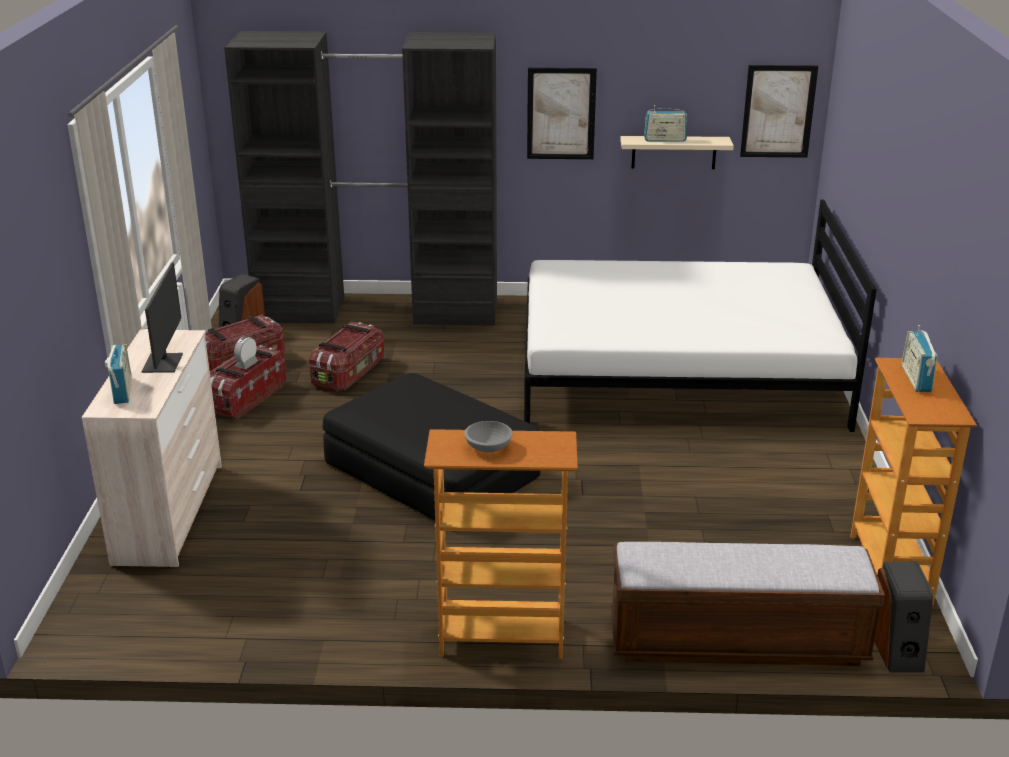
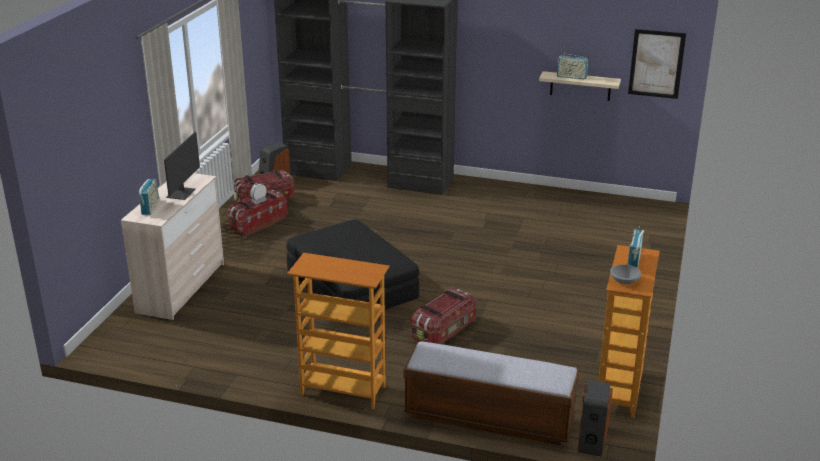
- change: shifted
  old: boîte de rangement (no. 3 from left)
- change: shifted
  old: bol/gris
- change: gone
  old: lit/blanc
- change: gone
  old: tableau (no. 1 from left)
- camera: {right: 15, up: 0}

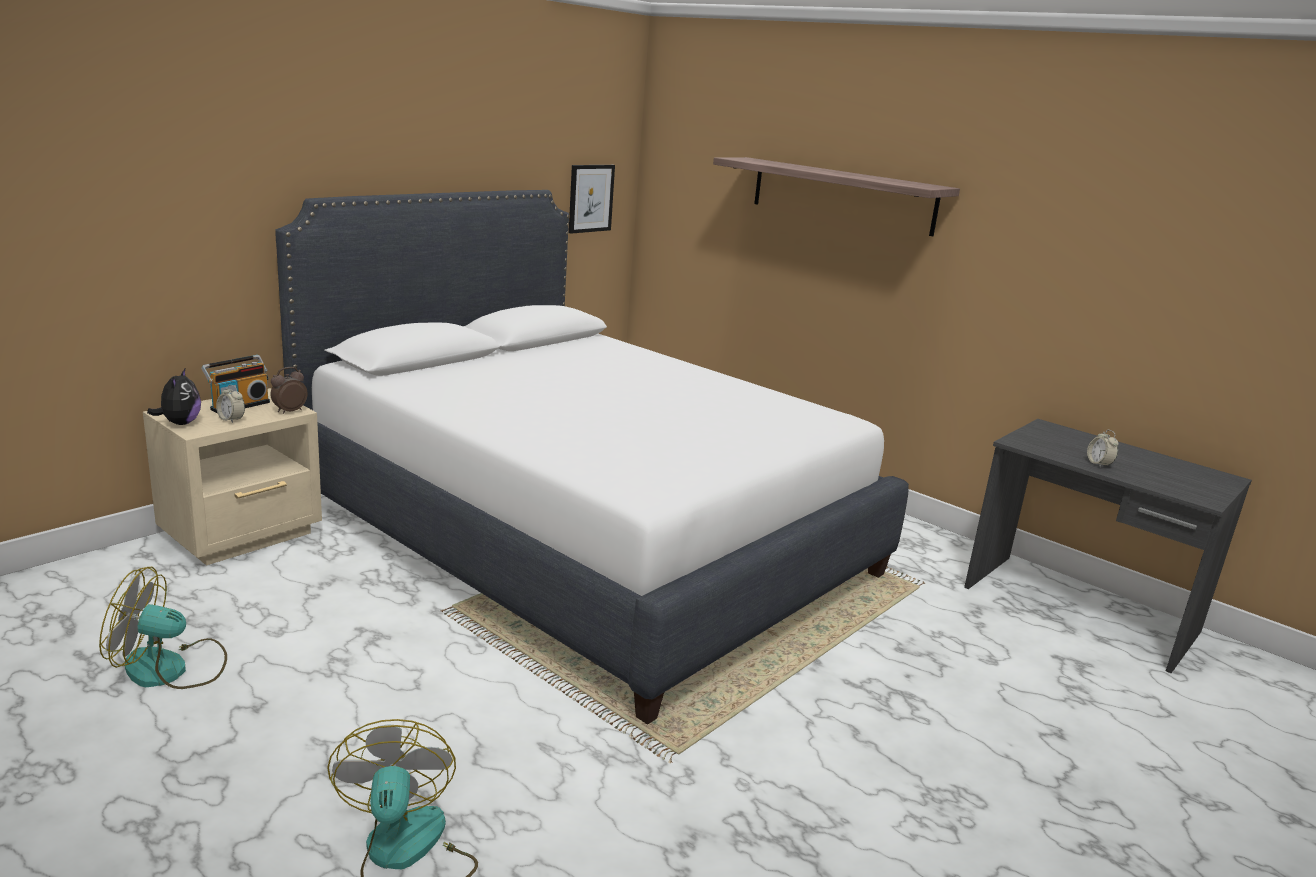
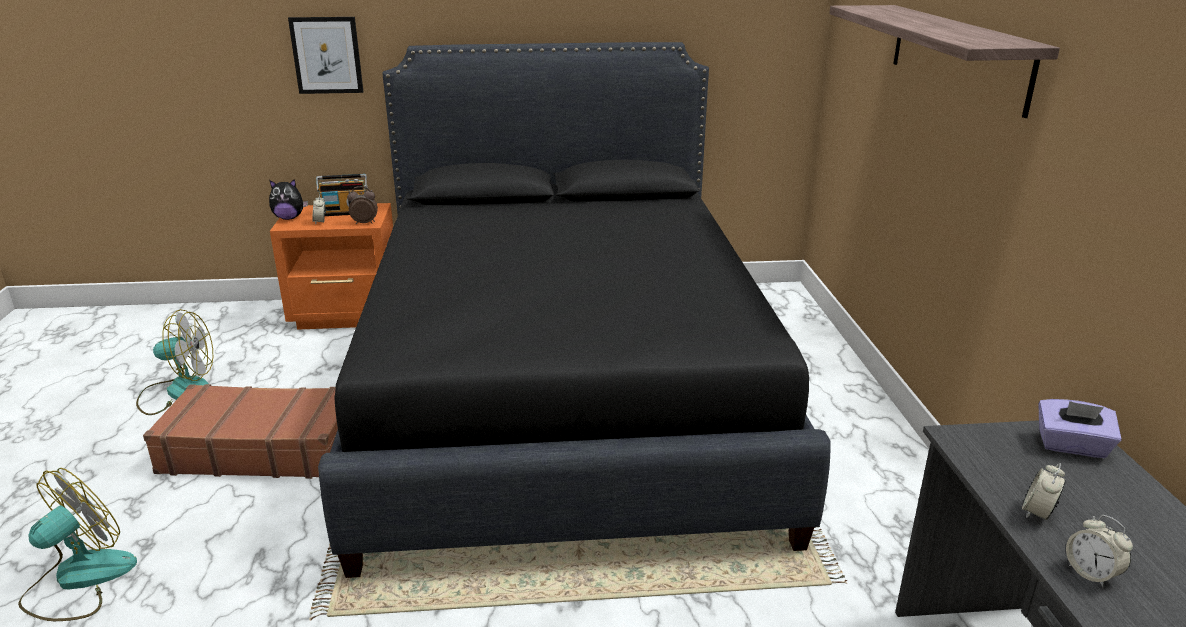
- change: rotated
  old: ventilateur (no. 1 from left in the first image)
  degrees: 135
- change: repainted
  old: table de chevet/beige
  new: table de chevet/orange
- change: rotated
  old: peluche
  degrees: 45
- change: repainted
  old: lit/blanc
  new: lit/noir
- change: shifted
  old: tableau
- change: new
  new: valise/marron
- change: new
  new: boîte à mouchoirs/violet
- change: new
  new: réveil (no. 4 from left)
- camera: {right: 45, up: 5}

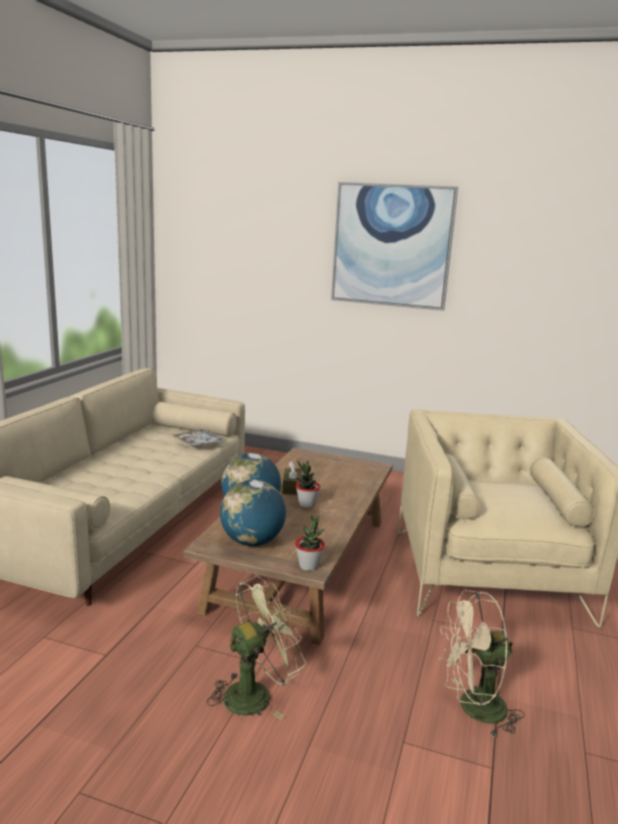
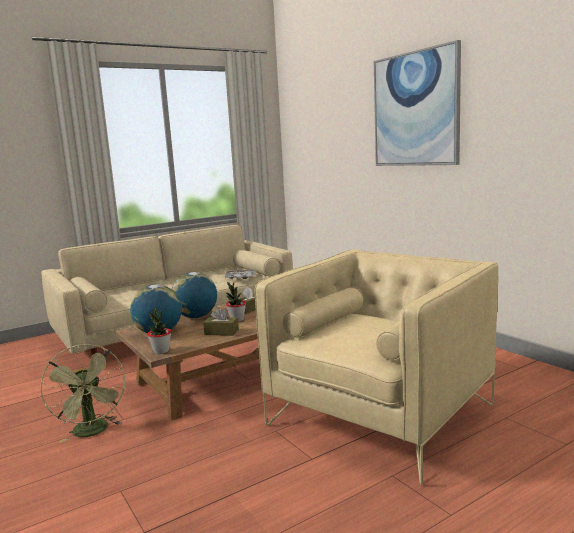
- change: rotated
  old: ventilateur/vert
  degrees: 60
- change: gone
  old: ventilateur/beige
- change: new
  new: boîte à mouchoirs/marron (no. 1 from left)
- camera: {right: 40, up: -5}

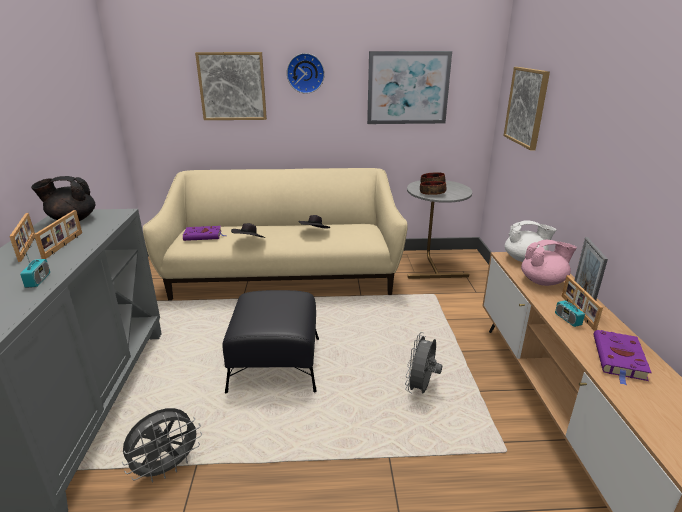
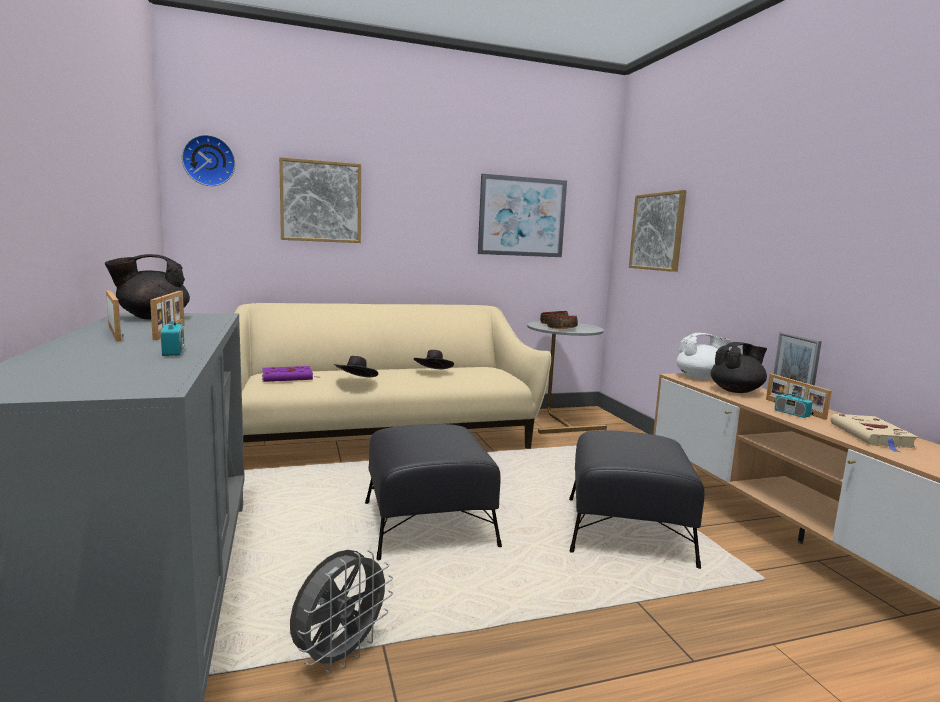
- change: shifted
  old: horloge murale
- change: swapped
  old: ventilateur/gris (no. 2 from left)
  new: pouf/noir (no. 2 from left)
- change: repainted
  old: théière/rose
  new: théière/noir (no. 2 from left)
- change: repainted
  old: livre/violet (no. 2 from left)
  new: livre/beige
- camera: {right: -15, up: -15}

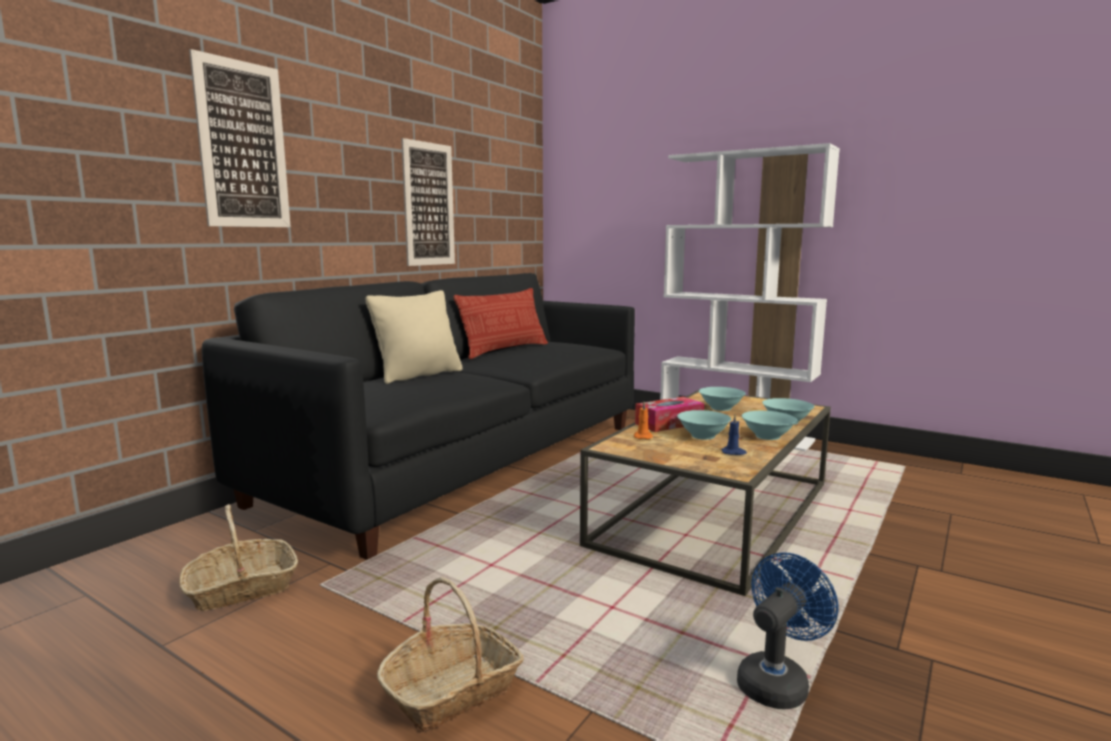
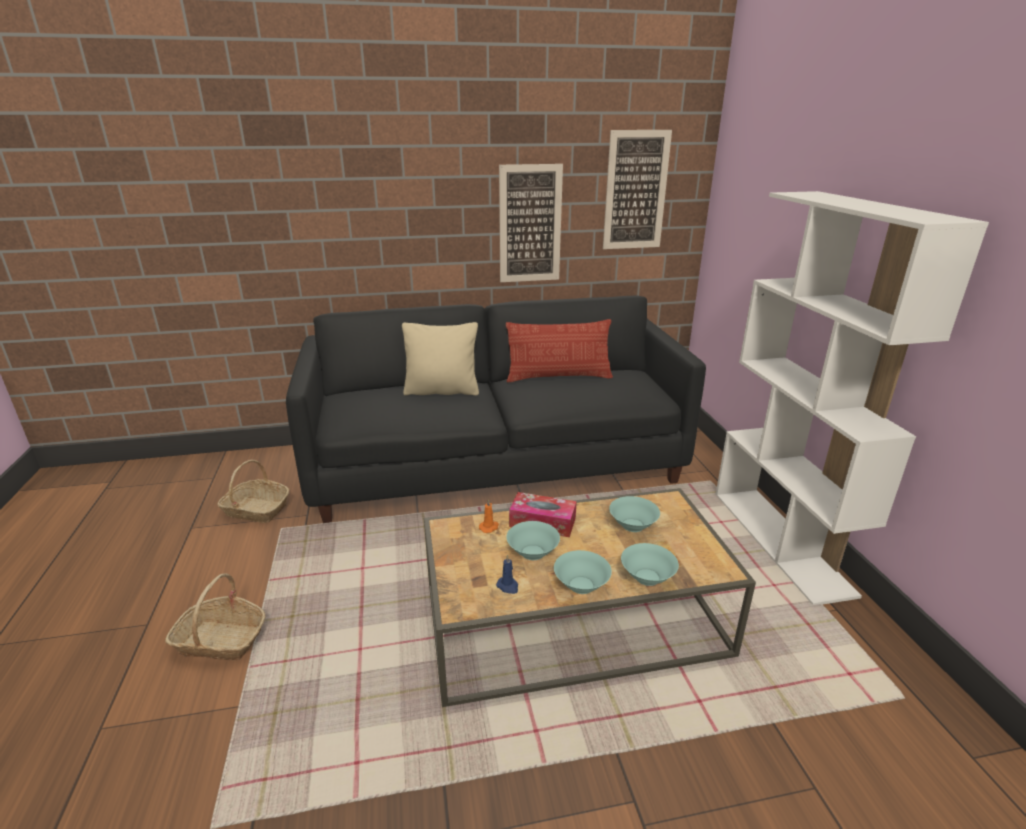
- change: shifted
  old: tableau (no. 1 from left in the first image)
  new: tableau (no. 2 from left)
- change: gone
  old: ventilateur/bleu
- camera: {right: 45, up: 15}

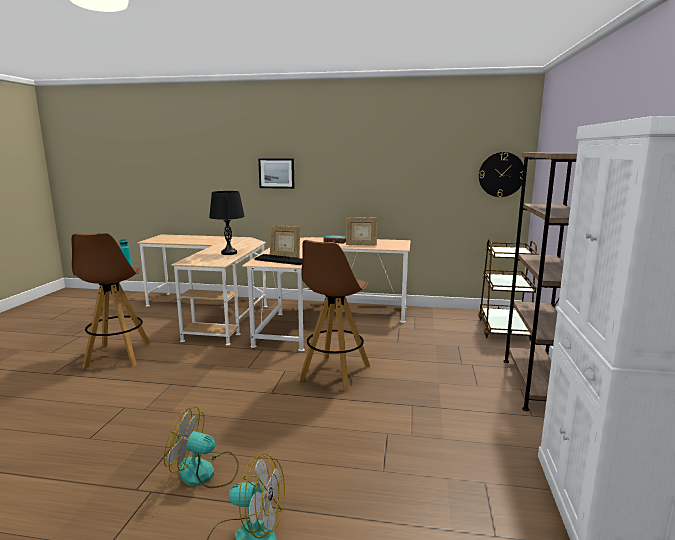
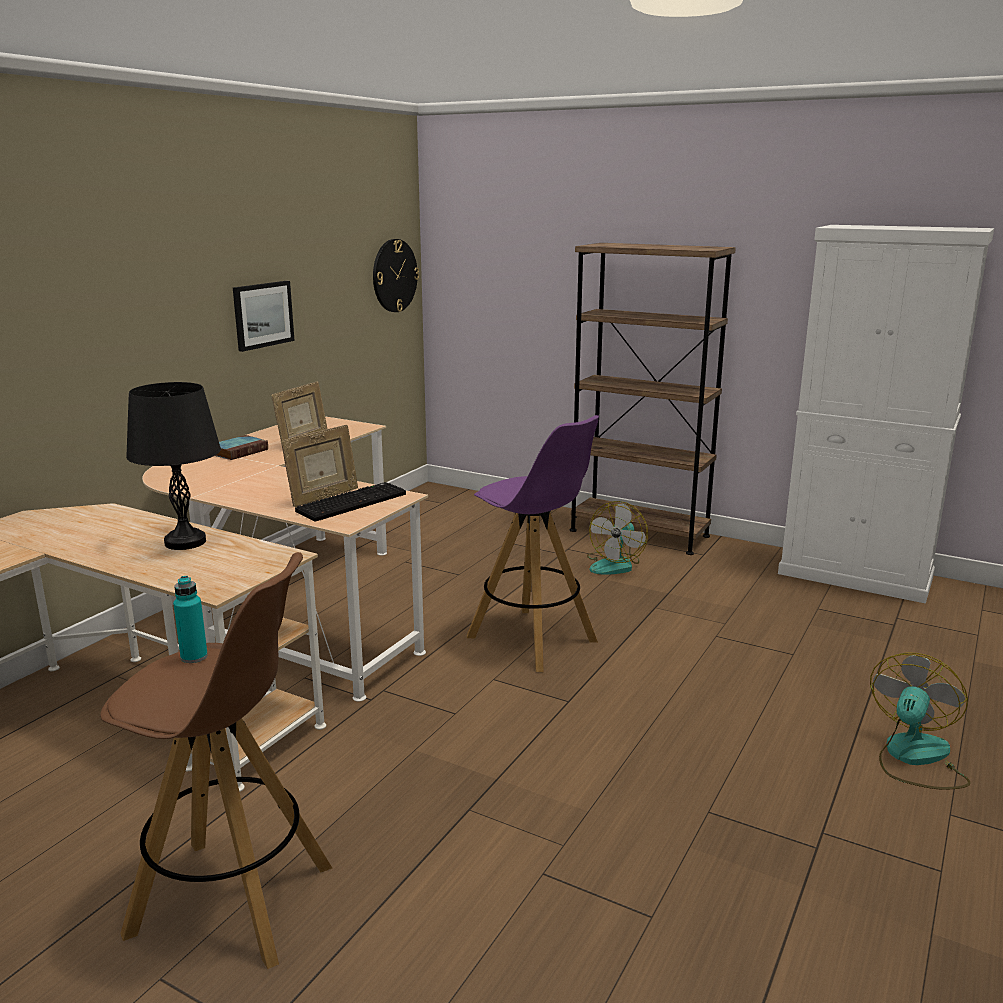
- change: shifted
  old: ventilateur (no. 1 from left)
- change: shifted
  old: tableau
- change: repainted
  old: tabouret/marron (no. 2 from left)
  new: tabouret/violet
- change: gone
  old: chariot/marron
- camera: {right: -70, up: 5}

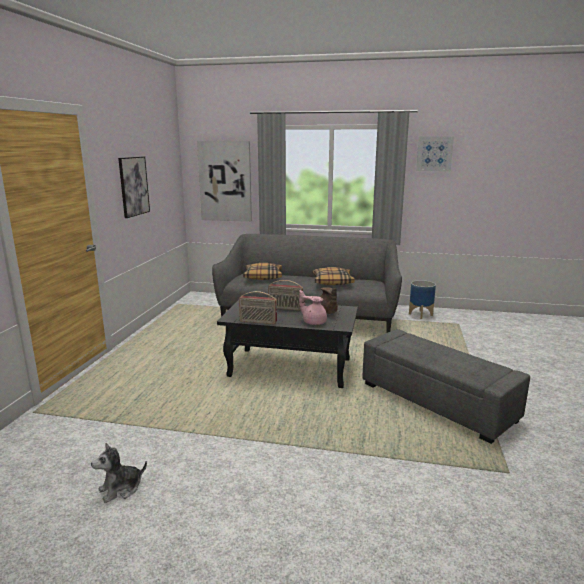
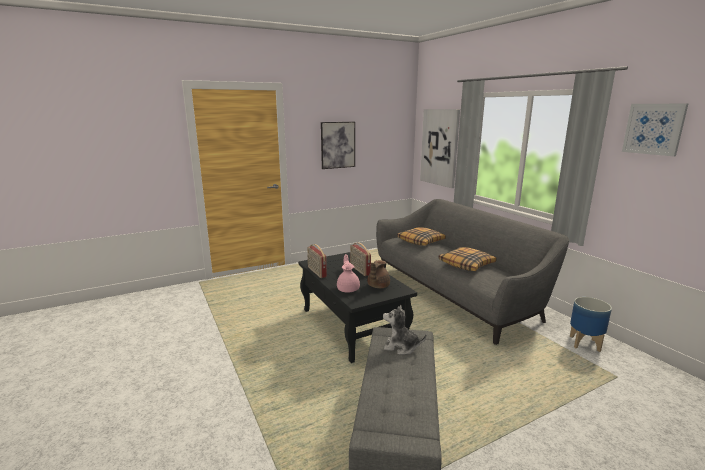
- change: shifted
  old: peluche
- camera: {right: 50, up: 0}

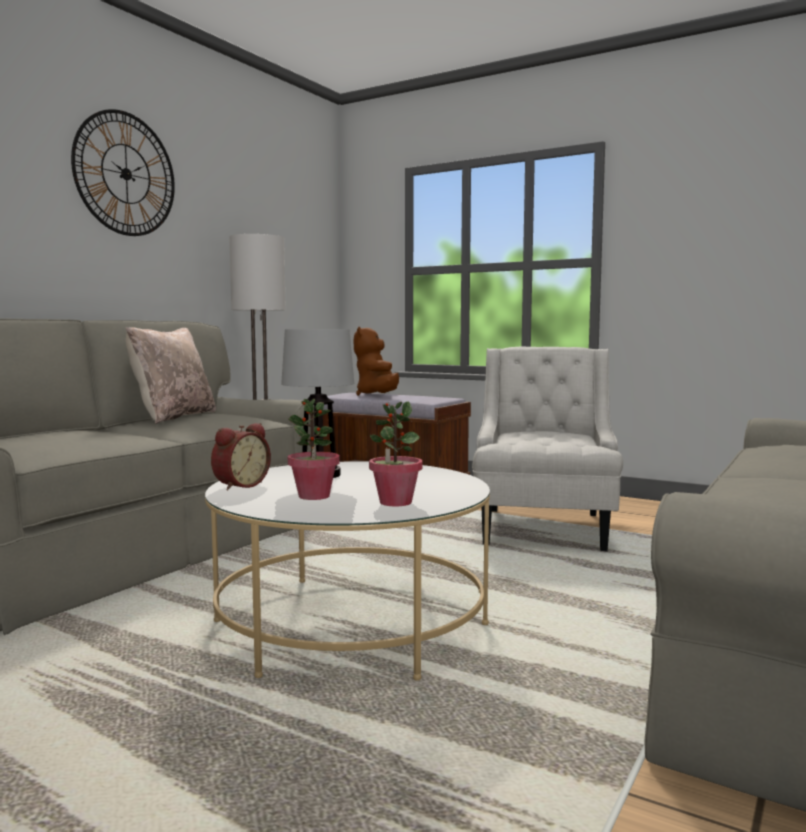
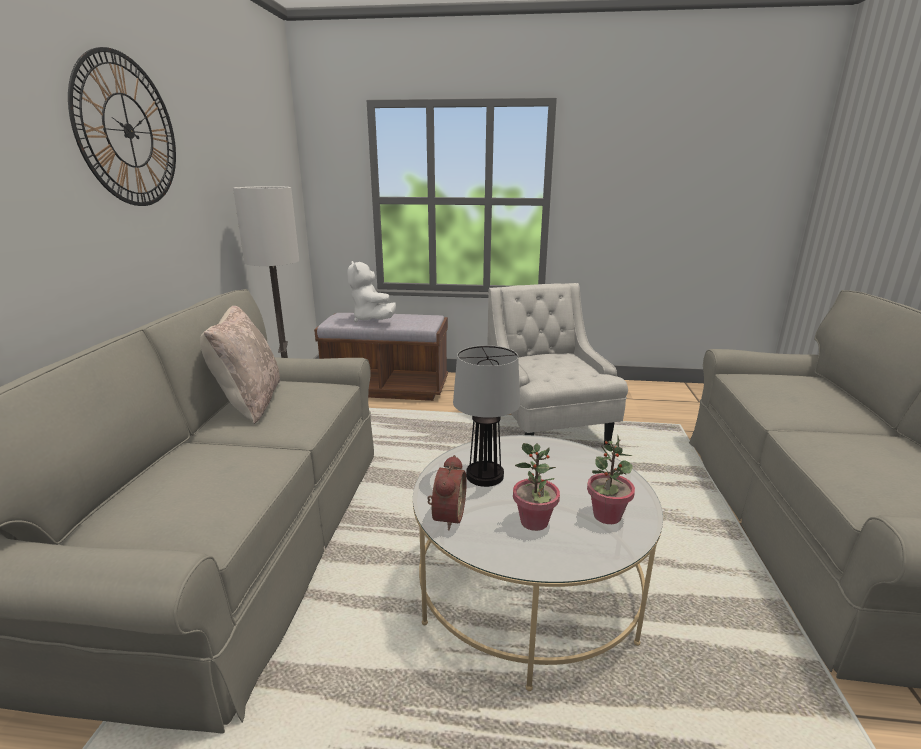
- change: repainted
  old: peluche/marron
  new: peluche/blanc
- camera: {right: -25, up: 15}

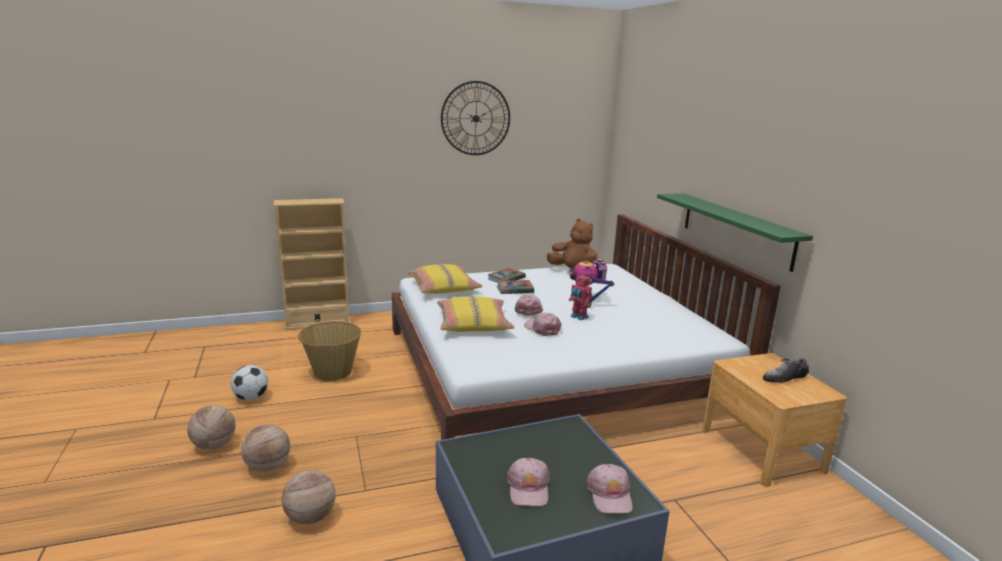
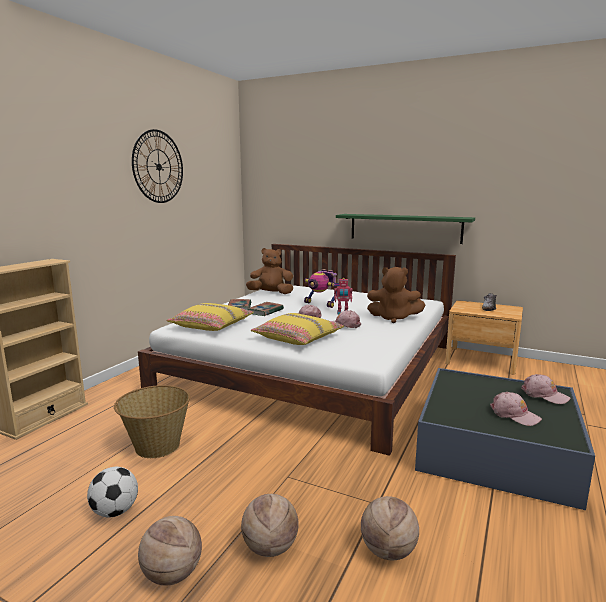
- change: new
  new: peluche/marron (no. 2 from left)
- camera: {right: -45, up: -5}

